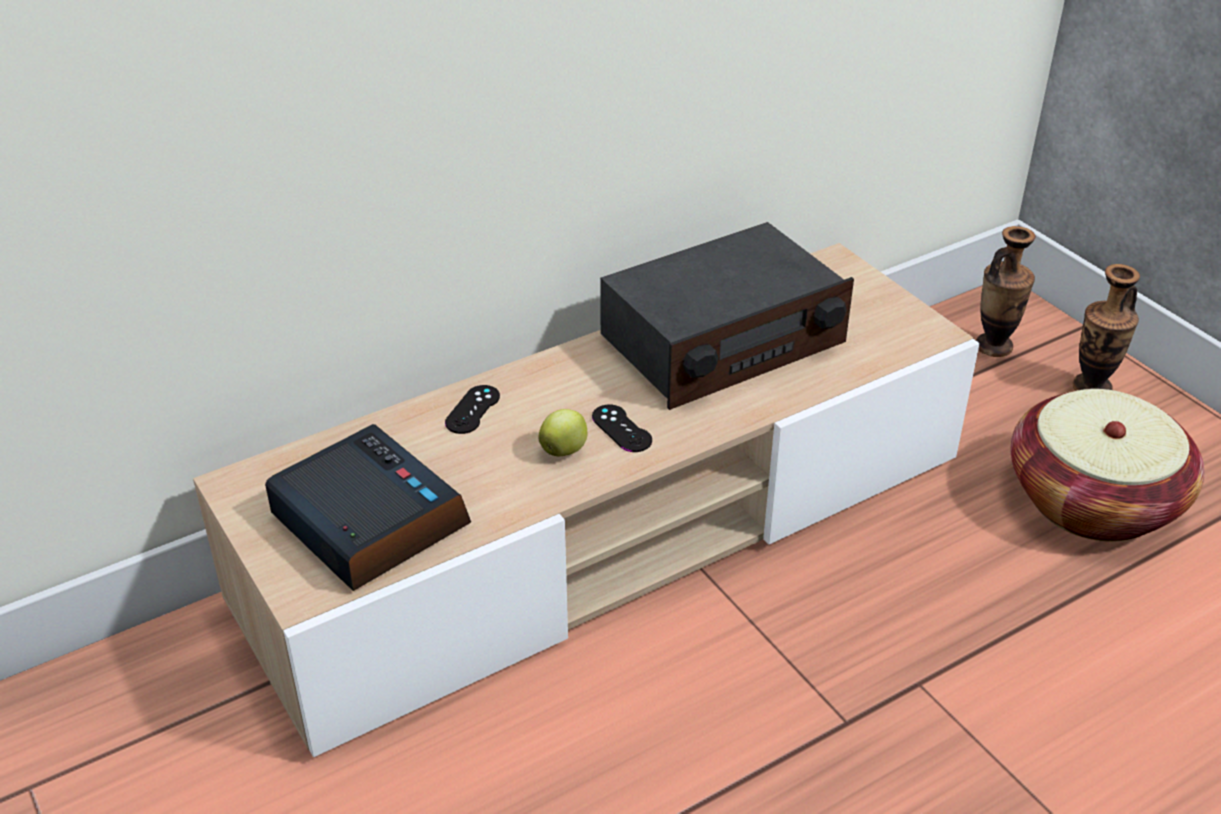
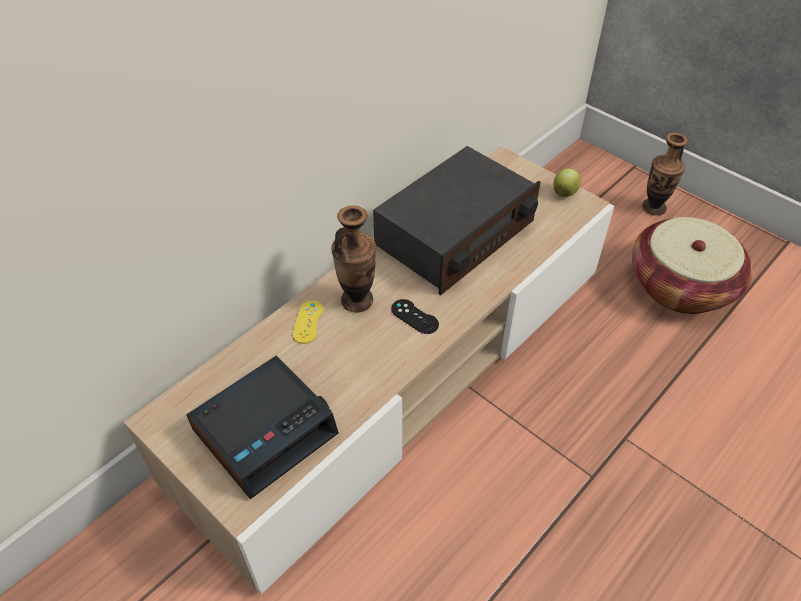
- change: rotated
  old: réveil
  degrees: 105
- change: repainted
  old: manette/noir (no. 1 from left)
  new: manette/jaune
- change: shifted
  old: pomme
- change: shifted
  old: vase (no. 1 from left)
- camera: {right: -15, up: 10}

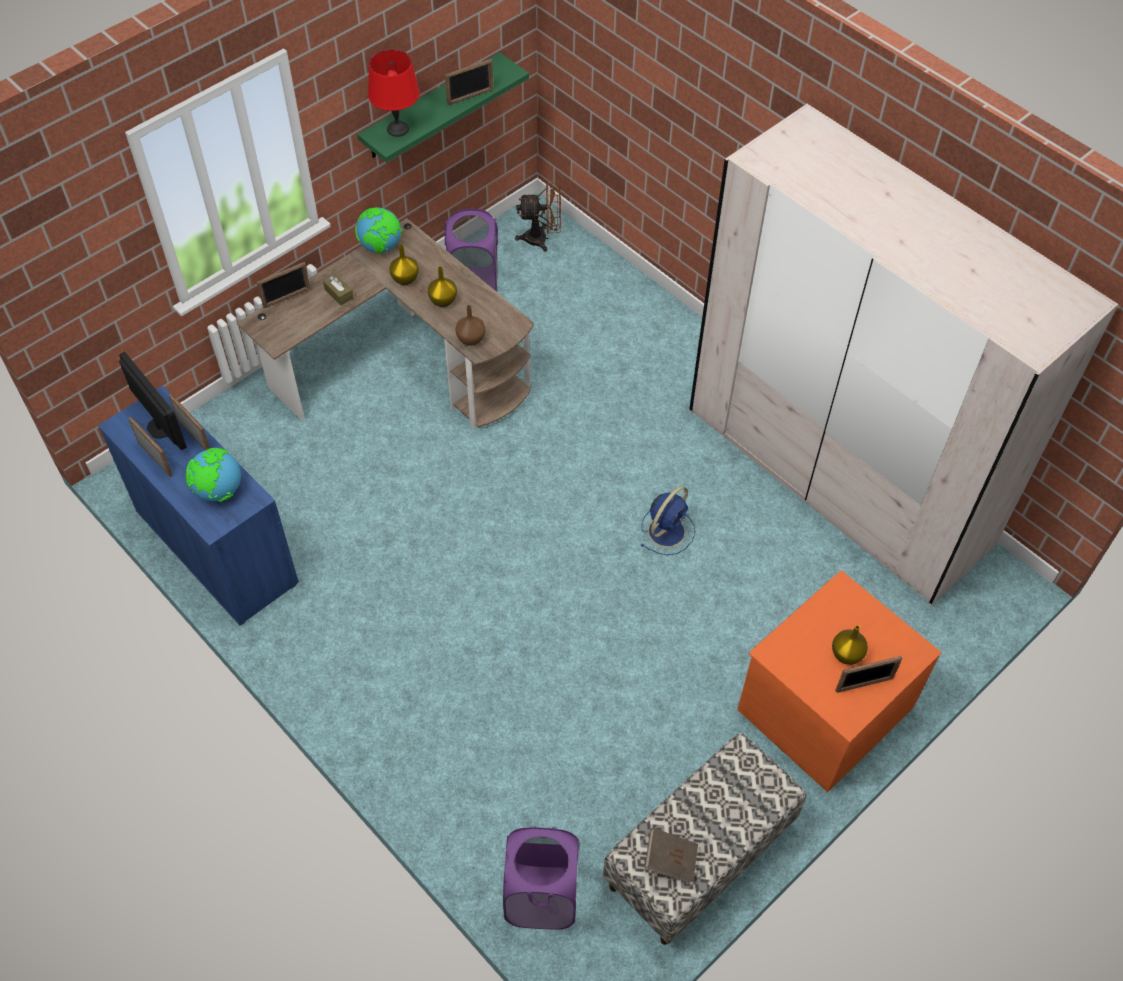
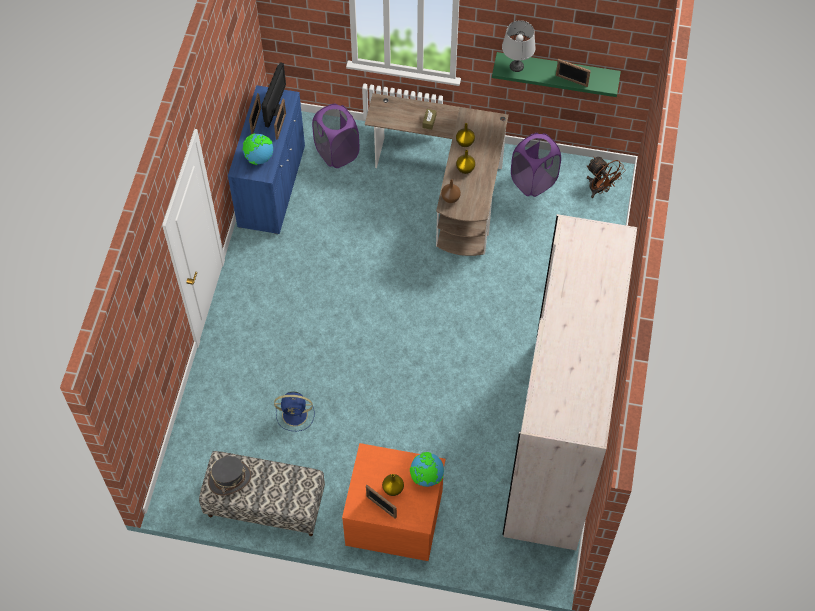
- change: gone
  old: cadre photo (no. 3 from left)
- change: shifted
  old: globe (no. 2 from left)
- change: repainted
  old: lampe de table/rouge
  new: lampe de table/gris
- change: shifted
  old: panier à linge/violet (no. 2 from left in the first image)
  new: panier à linge/violet (no. 1 from left)
- change: shifted
  old: ventilateur/bleu
- change: swapped
  old: livre/marron
  new: chapeau/gris
- camera: {right: 55, up: 5}

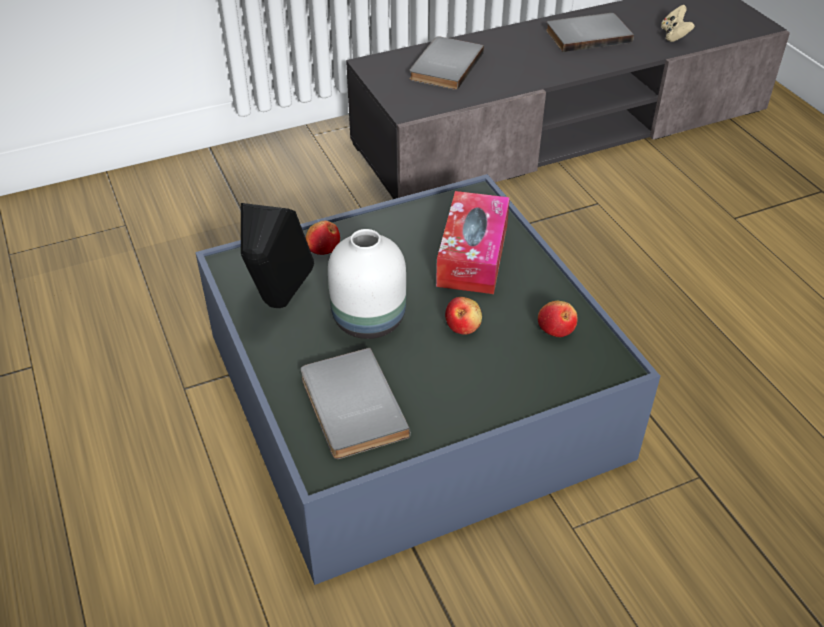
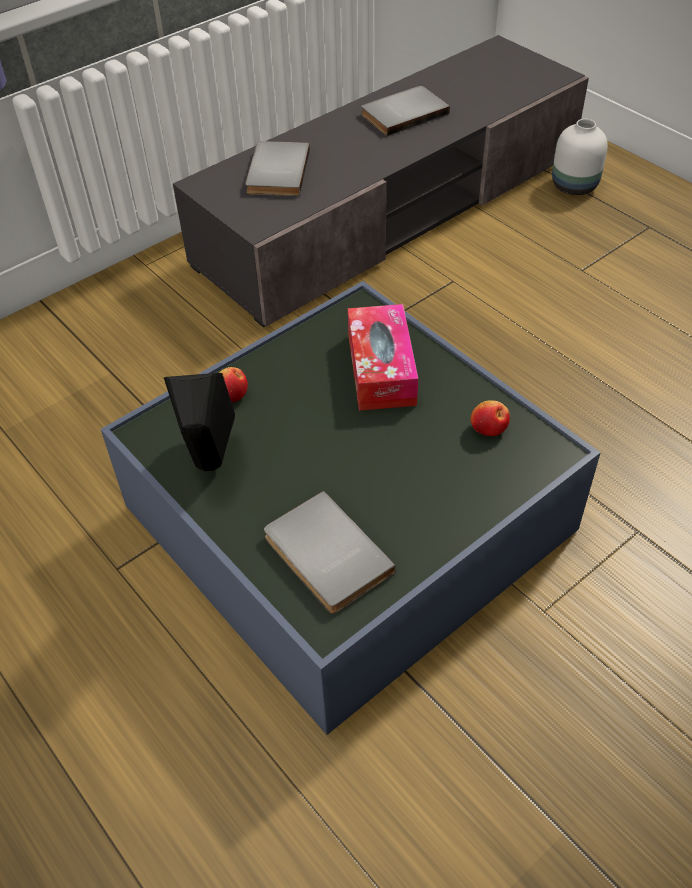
- change: shifted
  old: vase/blanc
- change: gone
  old: pomme (no. 2 from left)
- change: gone
  old: manette/beige
- camera: {right: -15, up: 5}

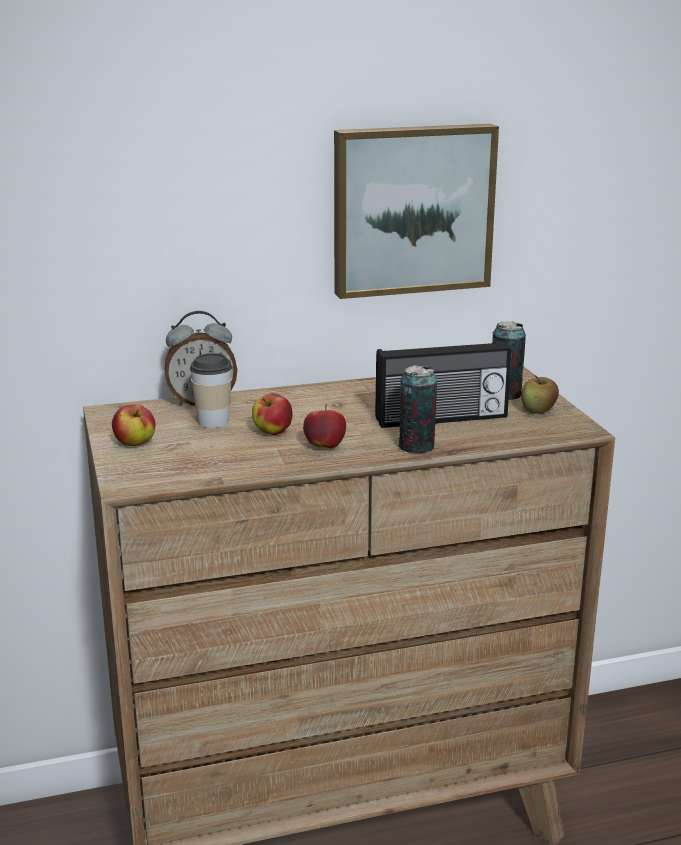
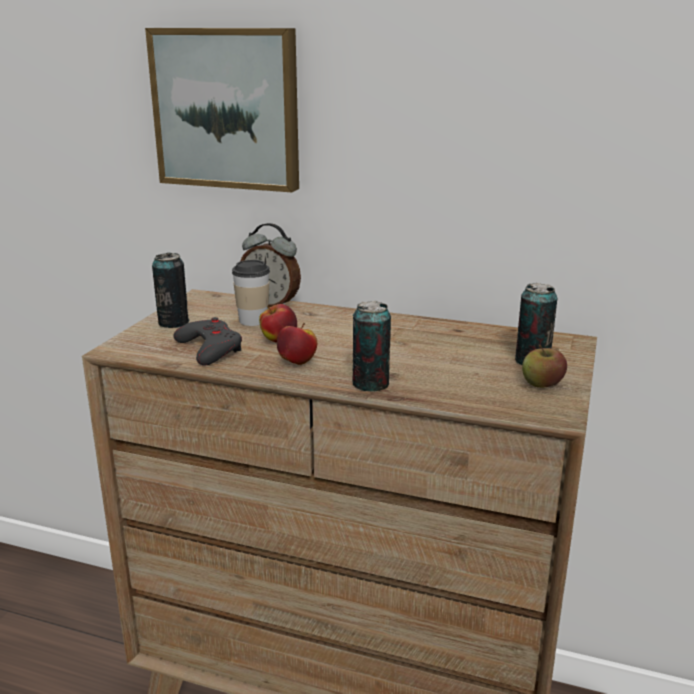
- change: swapped
  old: pomme (no. 1 from left)
  new: boîte métallique (no. 1 from left)
- change: shifted
  old: tableau
- change: gone
  old: radio
- change: new
  new: manette/gris
- camera: {right: 35, up: 0}

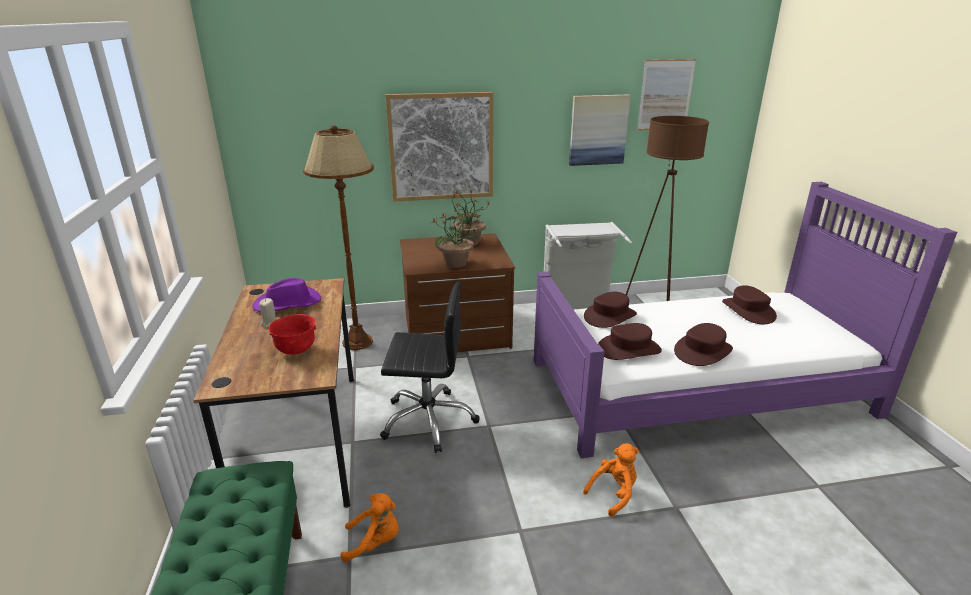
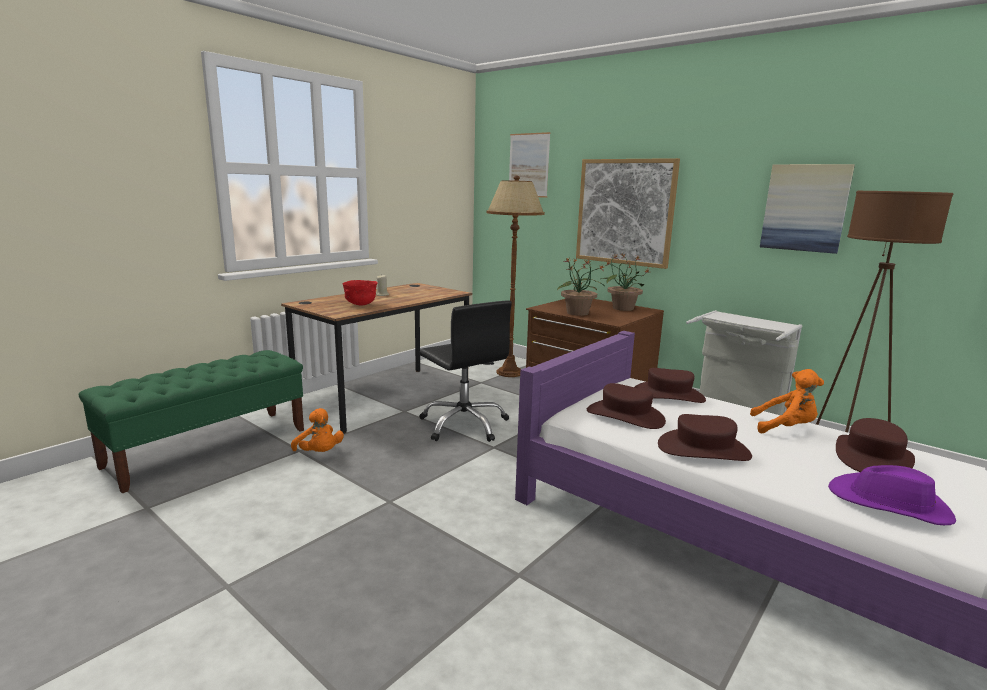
- change: shifted
  old: chapeau/violet
- change: shifted
  old: peluche/orange (no. 2 from left)
- change: shifted
  old: tableau (no. 3 from left in the first image)
  new: tableau (no. 1 from left)
- camera: {right: 50, up: -10}

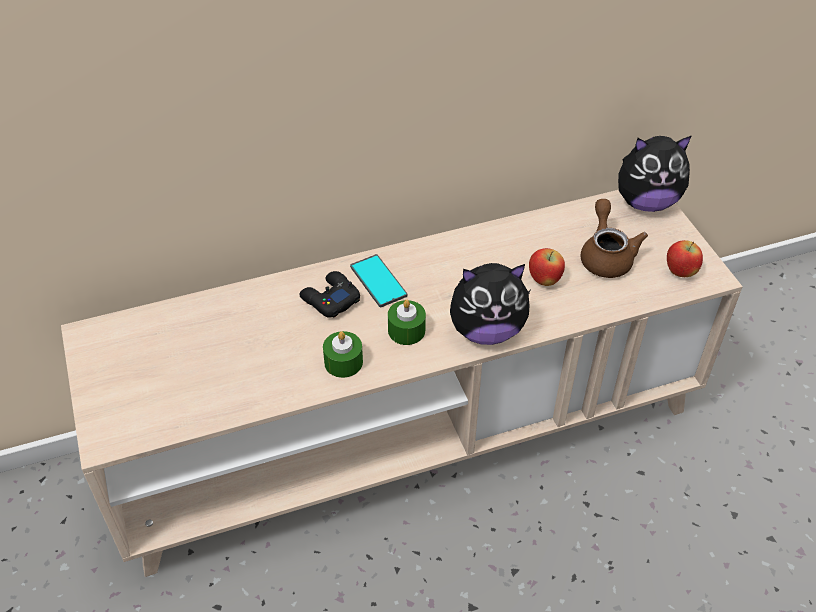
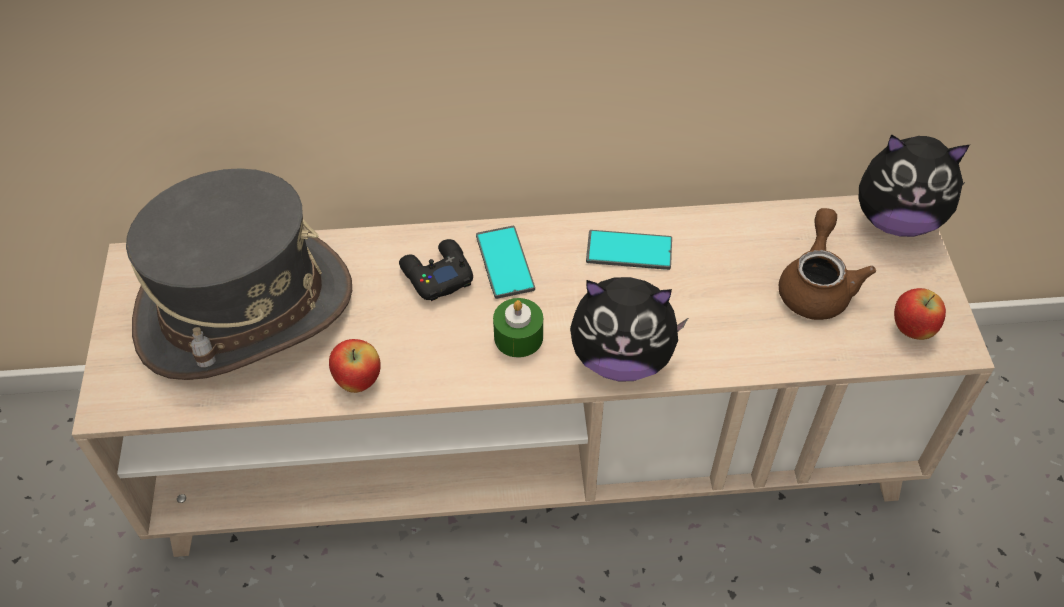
- change: gone
  old: bougie/vert (no. 1 from left)
- change: shifted
  old: pomme (no. 1 from left)
- change: new
  new: chapeau/gris
- change: new
  new: téléphone (no. 2 from left)
- camera: {right: 15, up: 5}

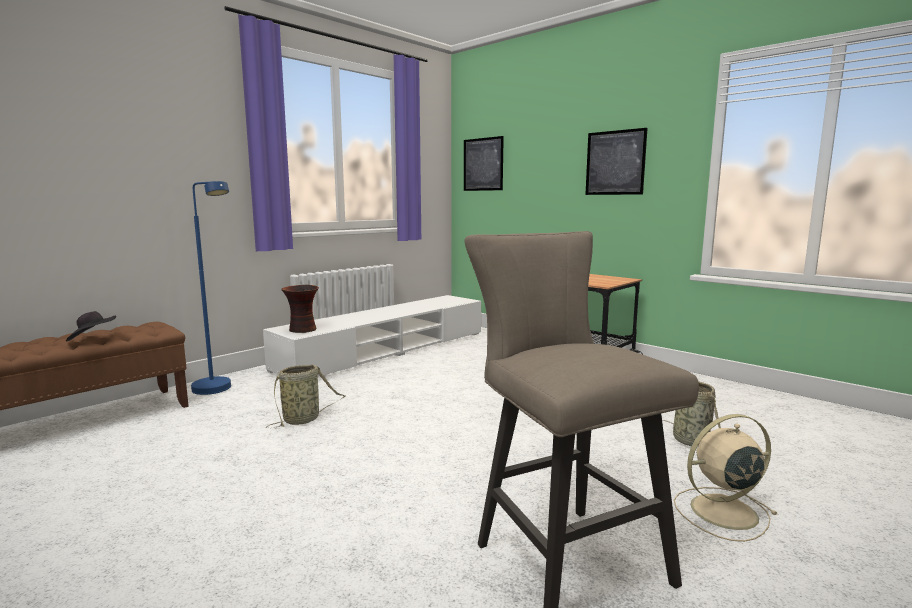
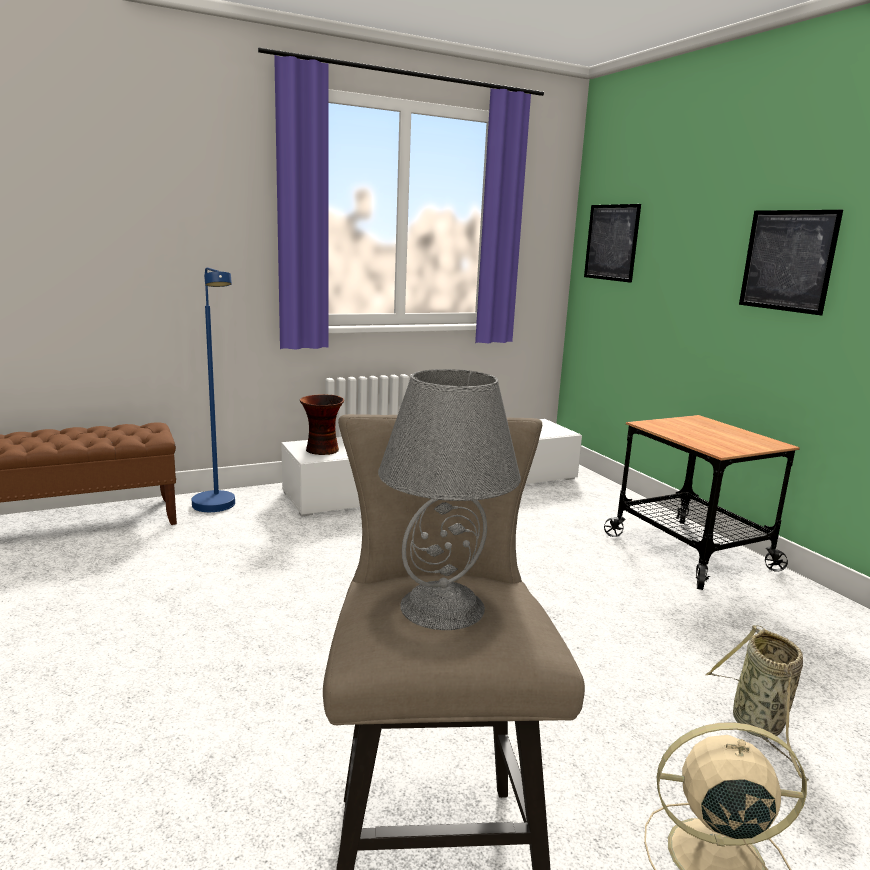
- change: gone
  old: chapeau/noir
- change: gone
  old: panier (no. 1 from left)
- change: new
  new: lampe de table/gris
- camera: {right: 20, up: 5}

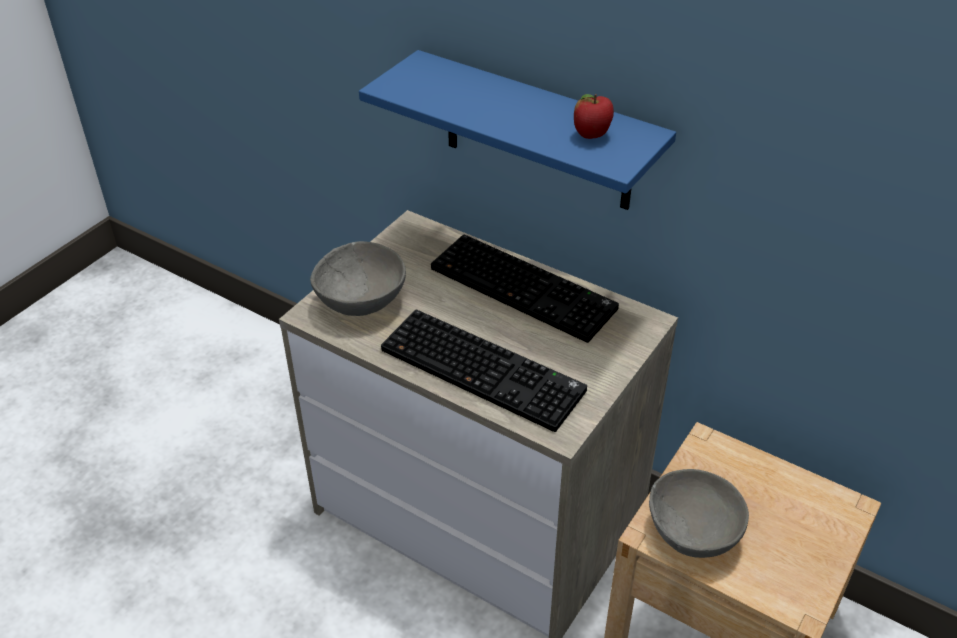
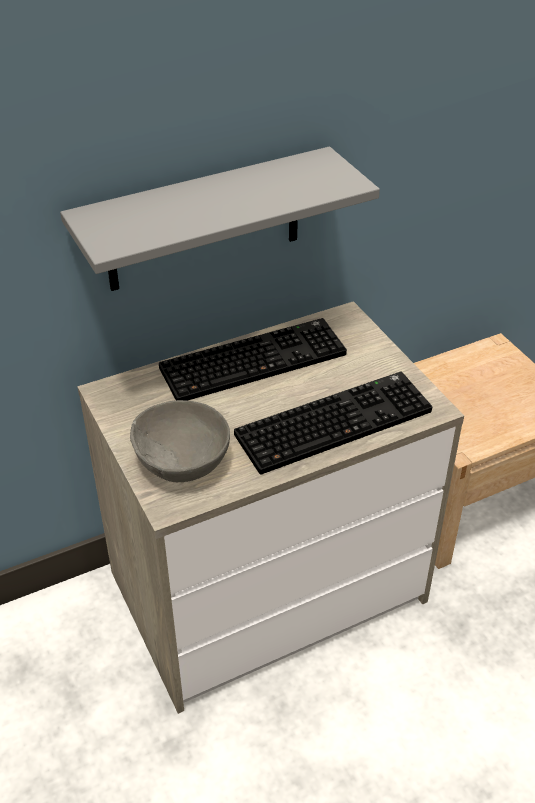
- change: repainted
  old: étagère/bleu
  new: étagère/gris
- change: gone
  old: pomme
- change: gone
  old: bol/gris (no. 2 from left)
- camera: {right: -60, up: 0}

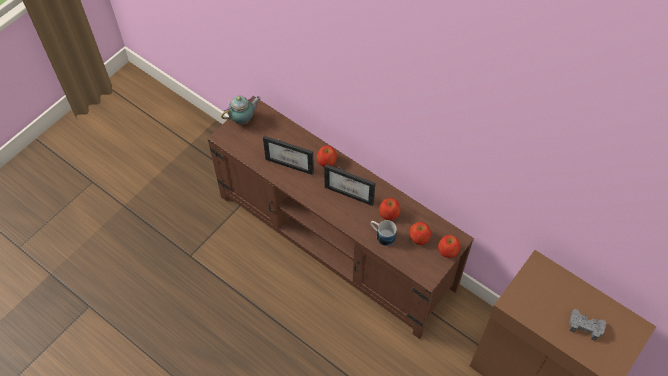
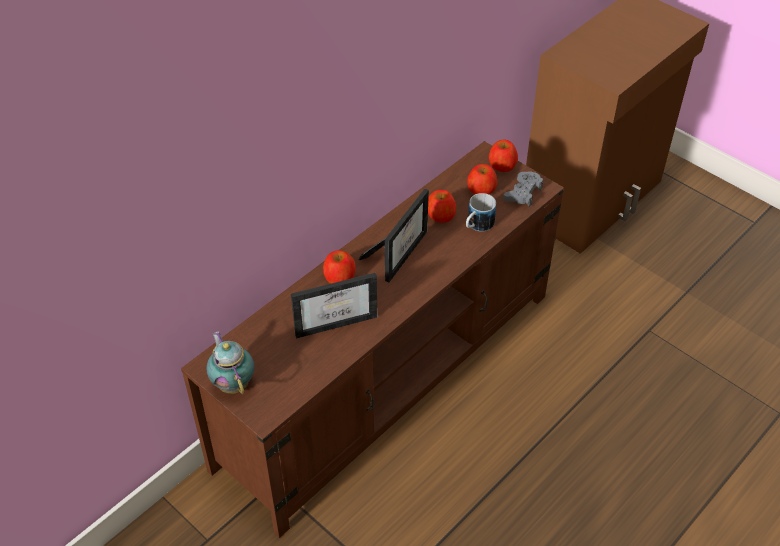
- change: rotated
  old: cadre photo (no. 1 from left)
  degrees: 45
- change: shifted
  old: manette/gris
- camera: {right: -85, up: -10}

